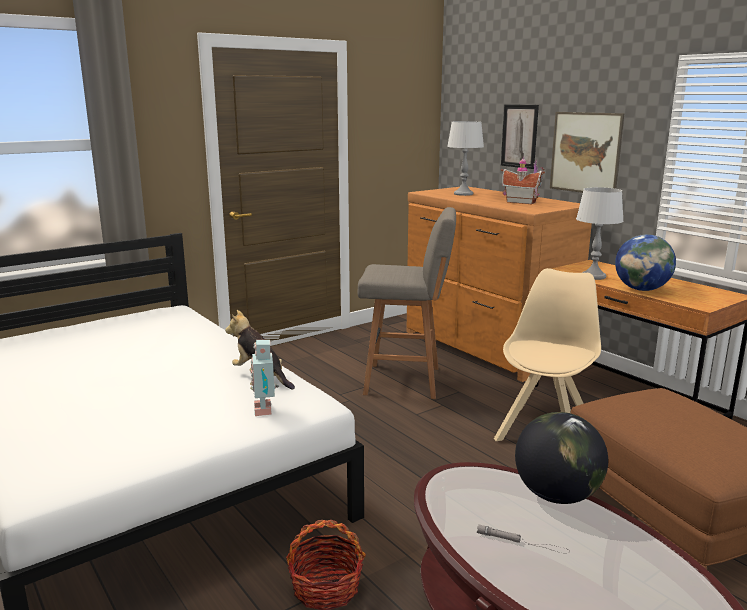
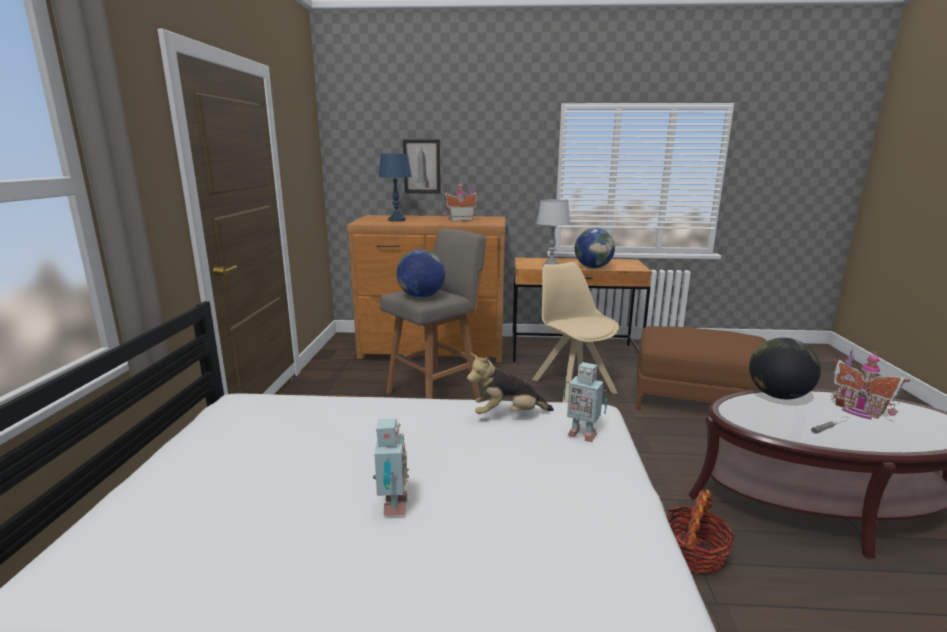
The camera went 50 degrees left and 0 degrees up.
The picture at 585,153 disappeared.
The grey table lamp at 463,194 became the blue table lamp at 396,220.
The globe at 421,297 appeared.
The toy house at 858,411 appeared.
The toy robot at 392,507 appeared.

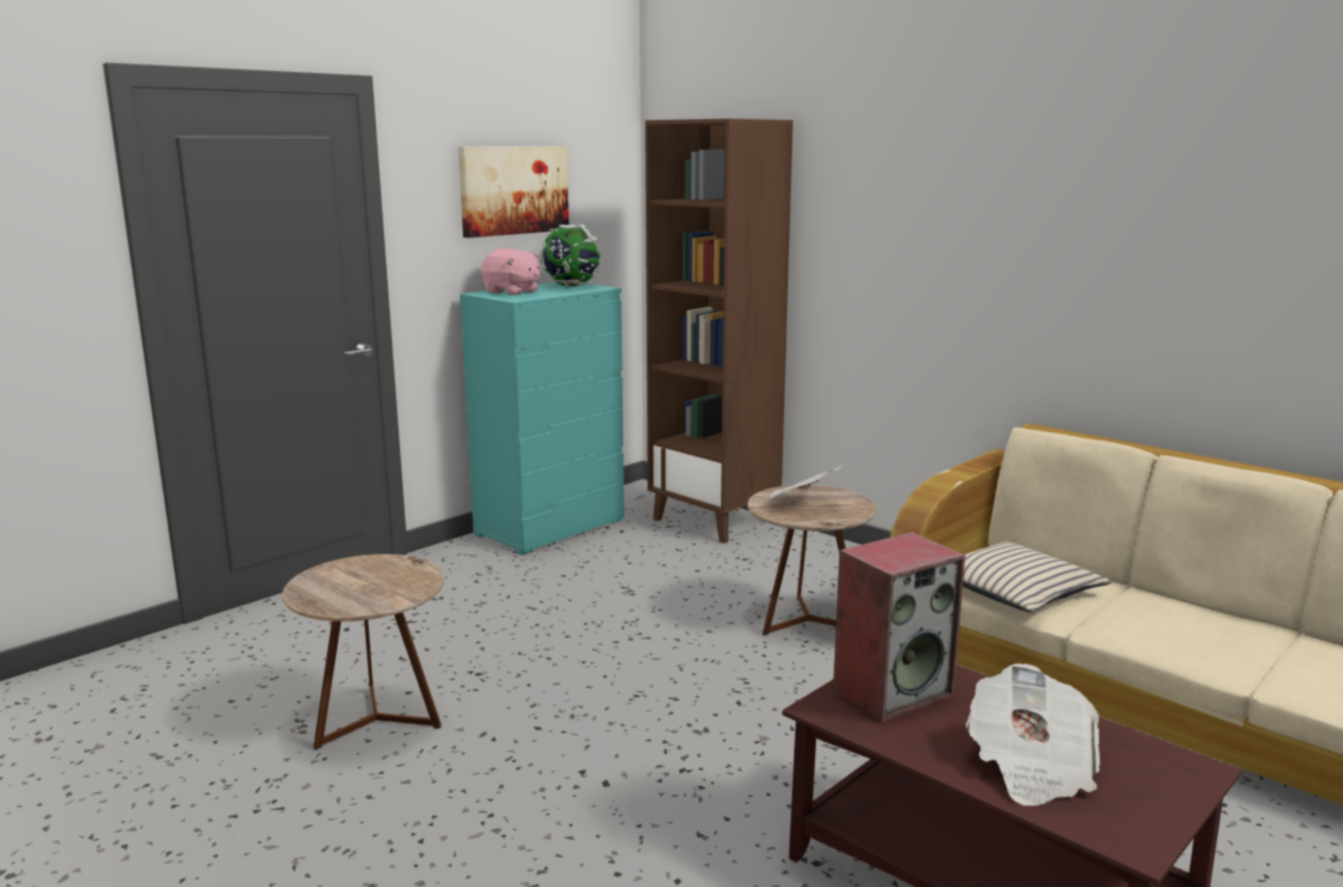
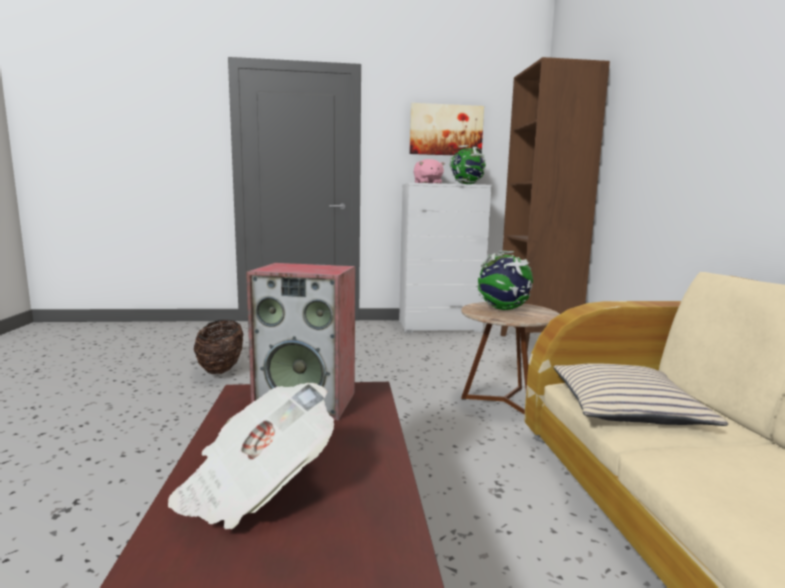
The camera went 40 degrees right and 5 degrees down.
The turquoise dresser at 551,528 became the white dresser at 439,326.
The newspaper at 801,503 was replaced by the globe at 503,309.
The brown side table at 376,721 was replaced by the basket at 221,369.

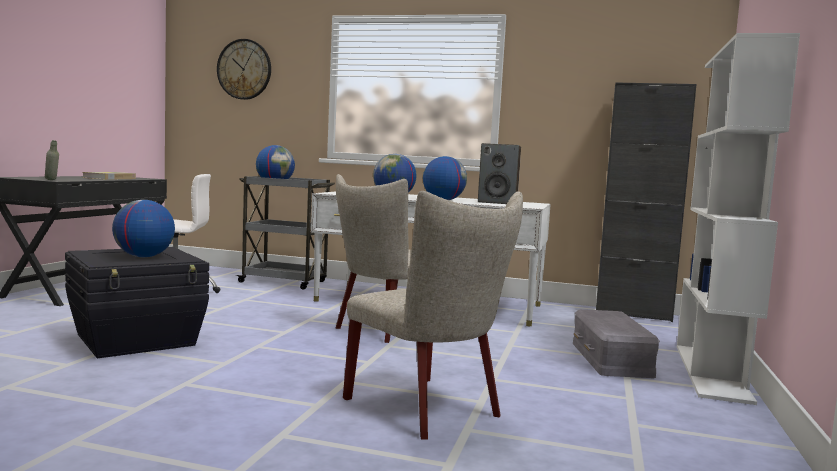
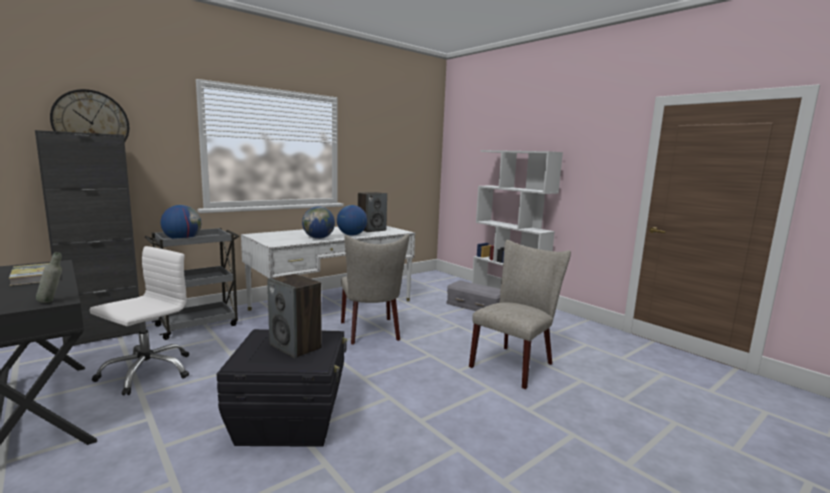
The camera went 55 degrees left and 5 degrees up.
The black cabinet moved from 632,314 to 103,335.
The beige chair at 429,409 turned 45 degrees counterclockwise.
The globe at 143,257 was replaced by the speaker at 296,346.

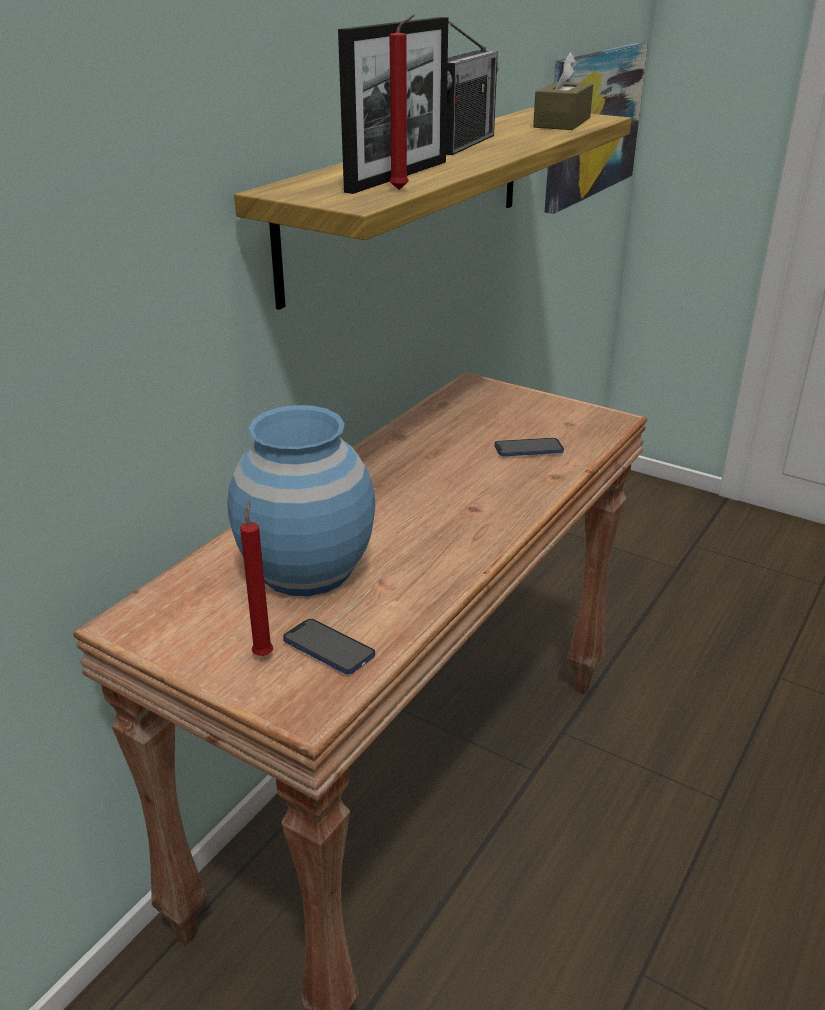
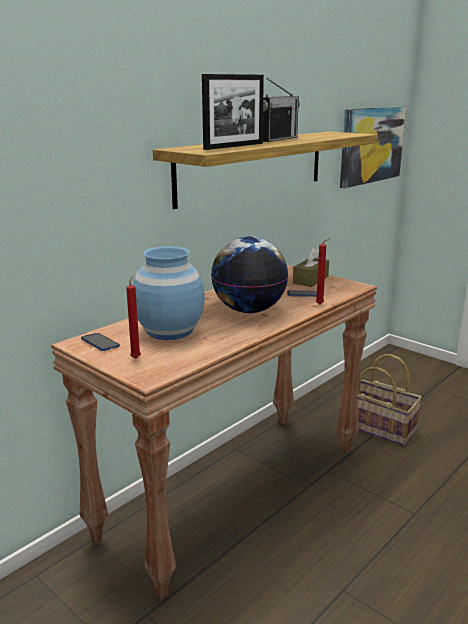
The camera went 10 degrees right and 10 degrees down.
The red candle moved from 402,189 to 321,304.
The brown tissue box moved from 562,123 to 310,280.
The phone moved from 328,648 to 100,343.
The globe at 249,310 appeared.
The basket at 380,428 appeared.

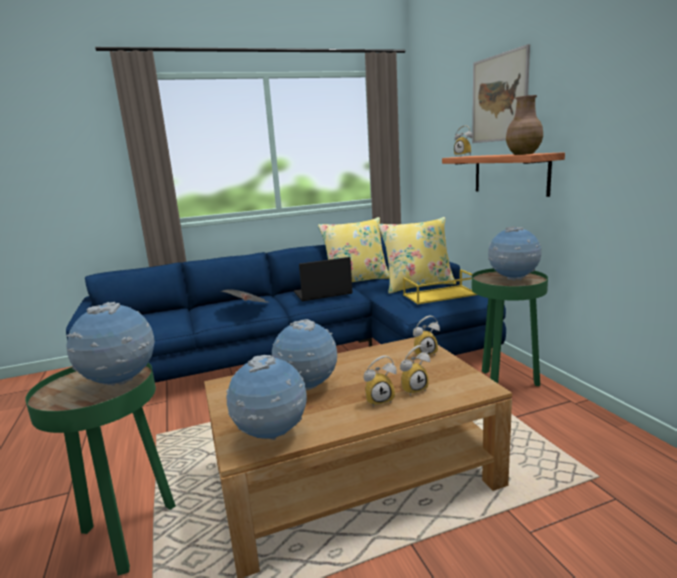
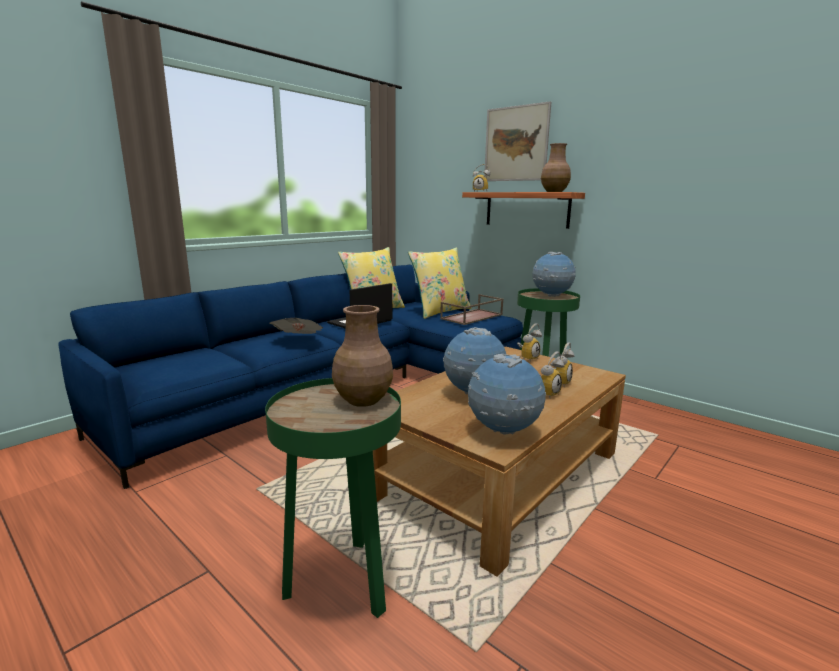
The camera went 30 degrees left and 0 degrees up.
The yellow tray at 440,295 became the brown tray at 472,317.
The globe at 120,383 was replaced by the brown vase at 363,400.

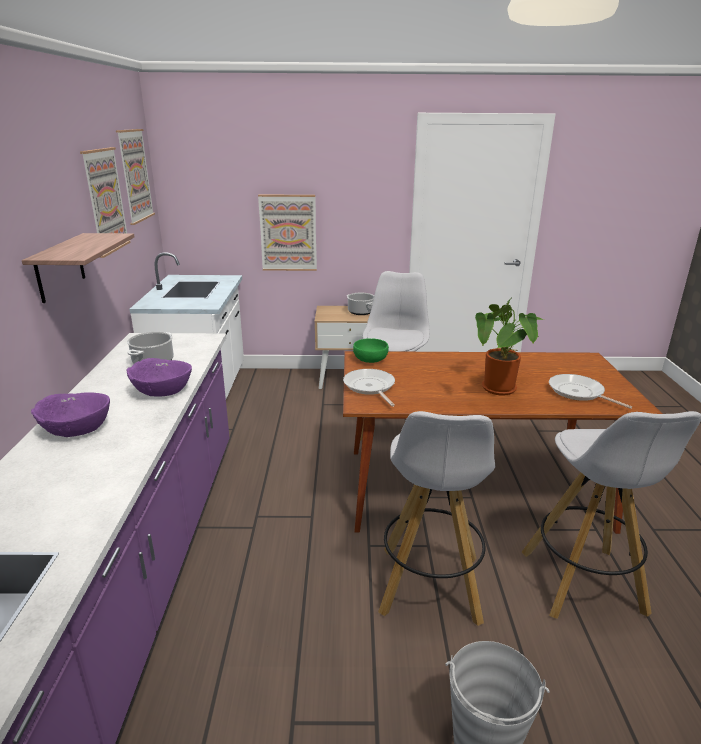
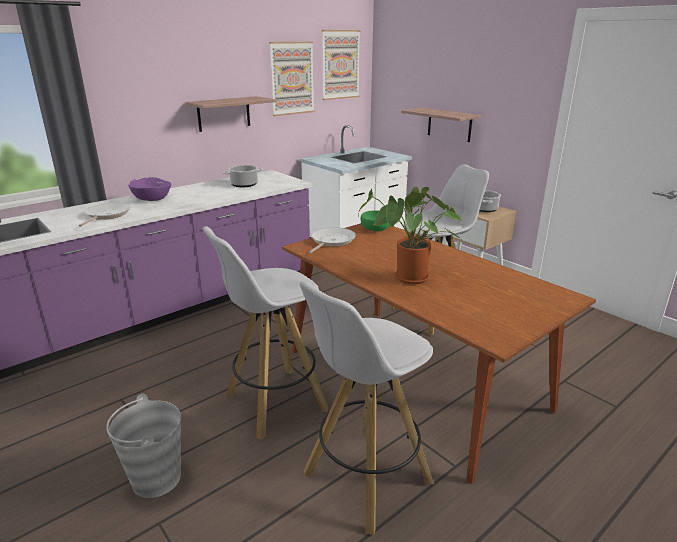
The camera went 50 degrees right and 0 degrees up.
The picture at 288,233 was replaced by the shelf at 449,124.
The purple bowl at 162,390 disappeared.
The frying pan moved from 578,393 to 106,215.

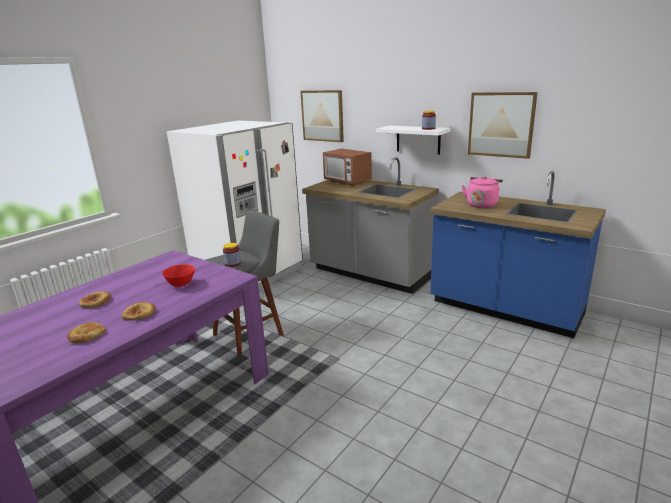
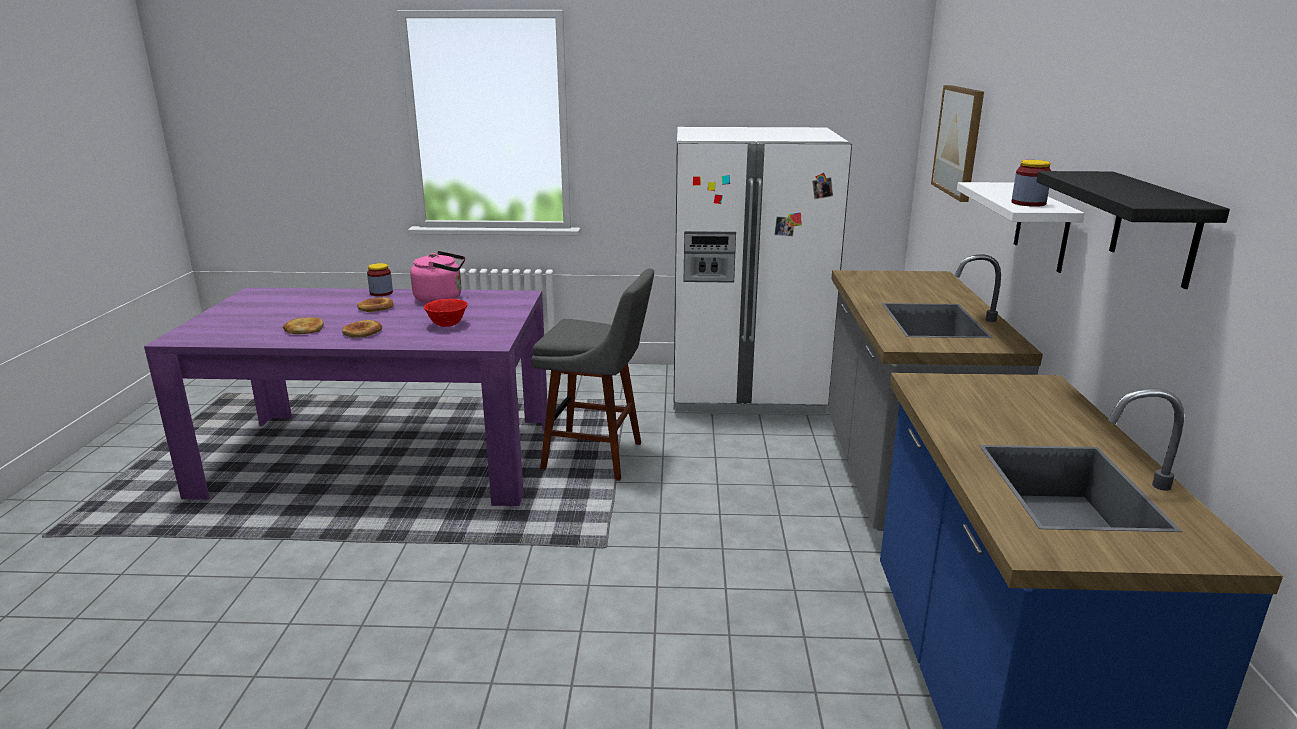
The camera went 55 degrees right and 0 degrees up.
The picture at 501,124 was replaced by the black shelf at 1155,228.
The microwave at 347,181 disappeared.
The pink kettle moved from 482,204 to 442,298.
The jar moved from 233,263 to 381,293.

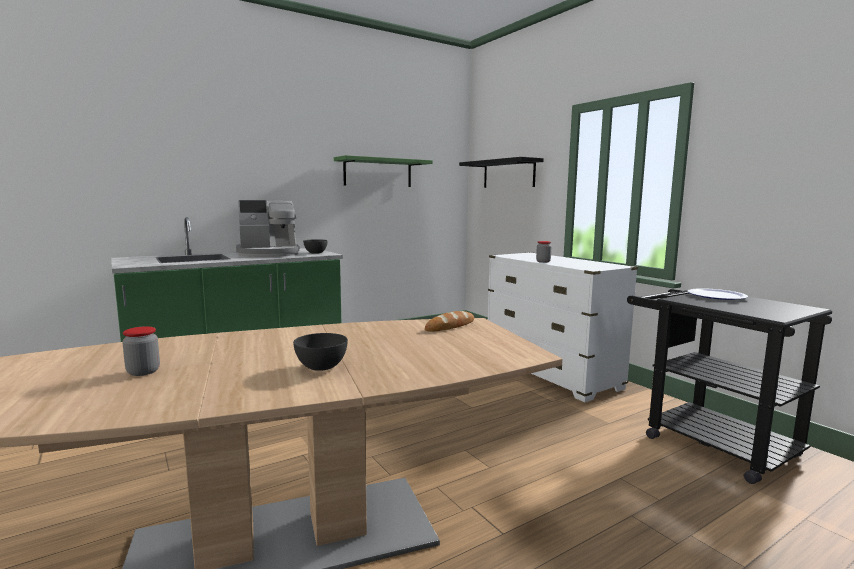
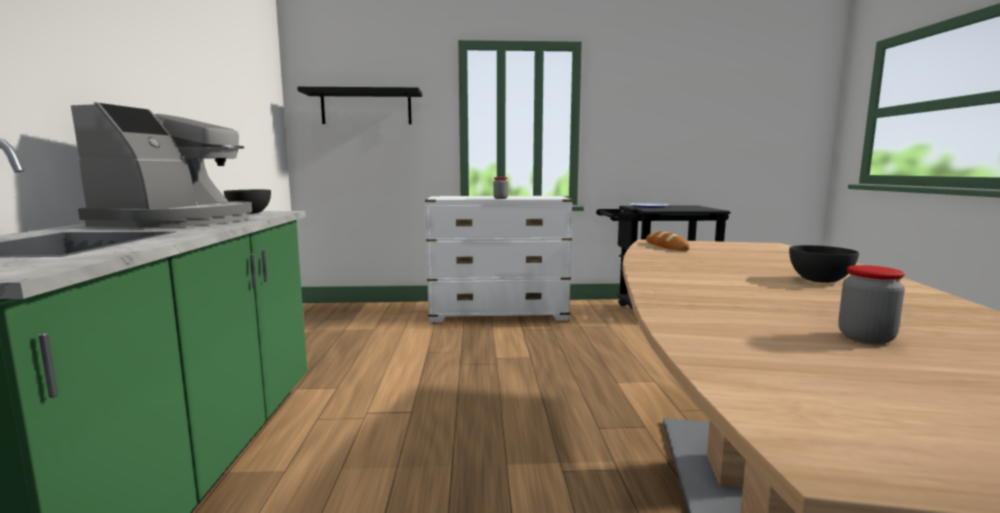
The camera went 60 degrees left and 0 degrees up.
The green shelf at 378,173 disappeared.

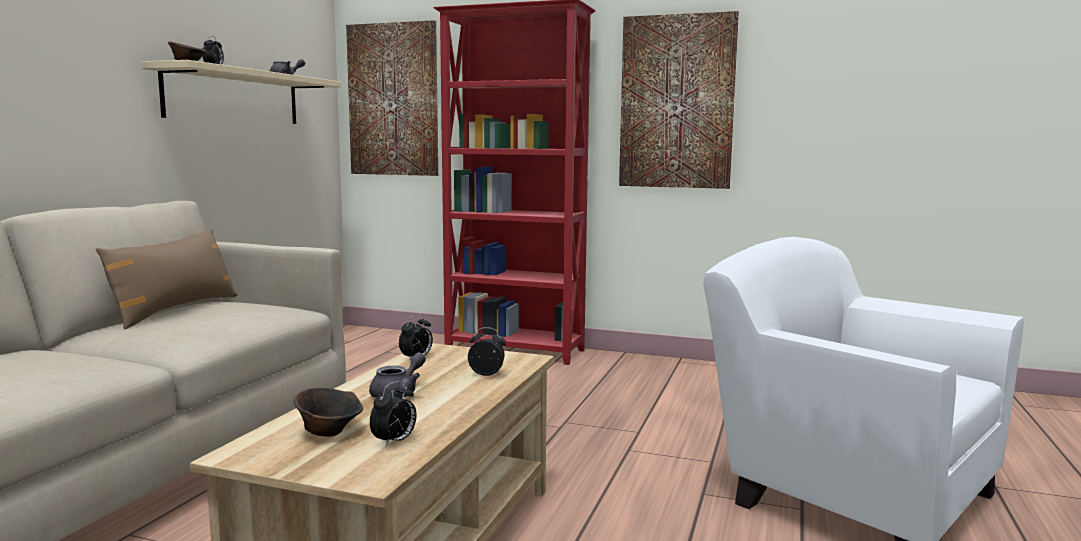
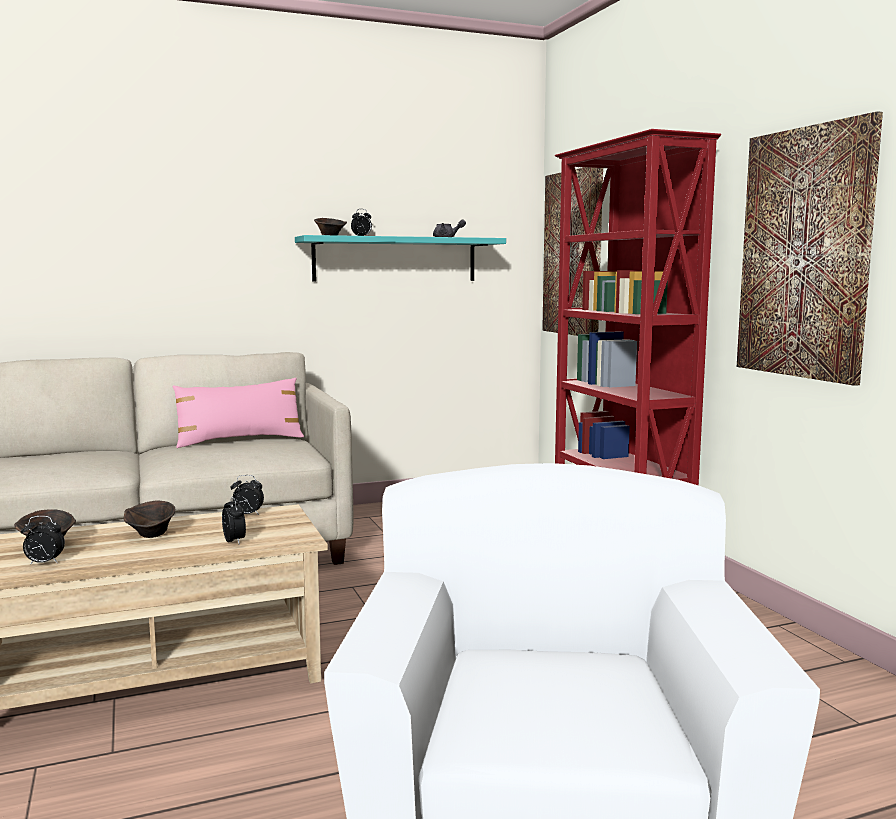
The camera went 50 degrees right and 0 degrees up.
The beige shelf at 234,97 became the turquoise shelf at 395,259.
The brown pillow at 175,310 became the pink pillow at 240,440.
The grey teapot at 398,393 was replaced by the brown bowl at 152,535.

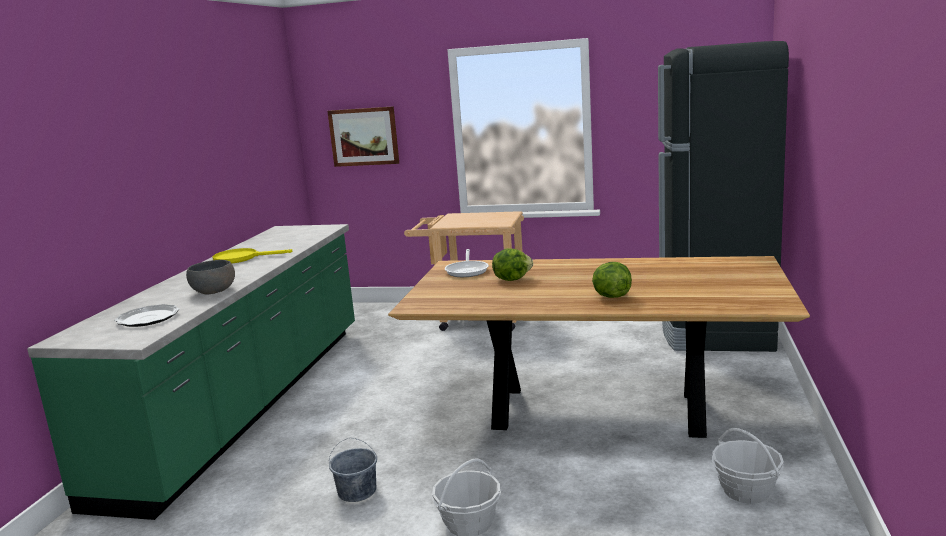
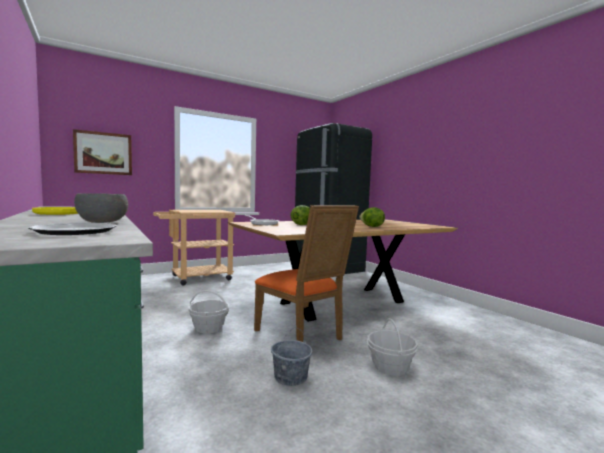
The camera went 45 degrees left and 10 degrees down.
The basket moved from 746,491 to 209,328.
The orange chair at 302,335 appeared.

